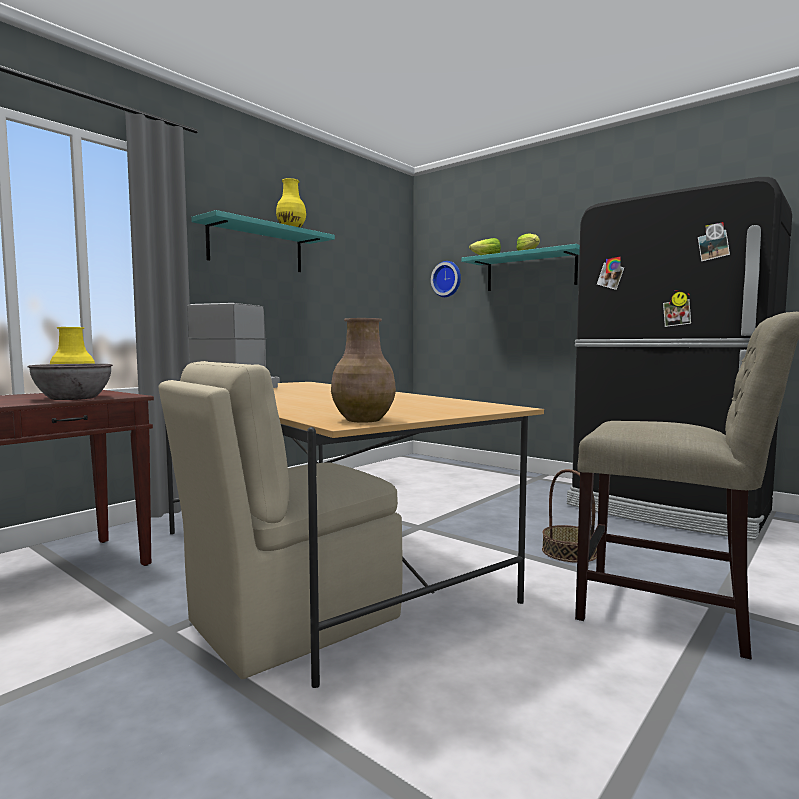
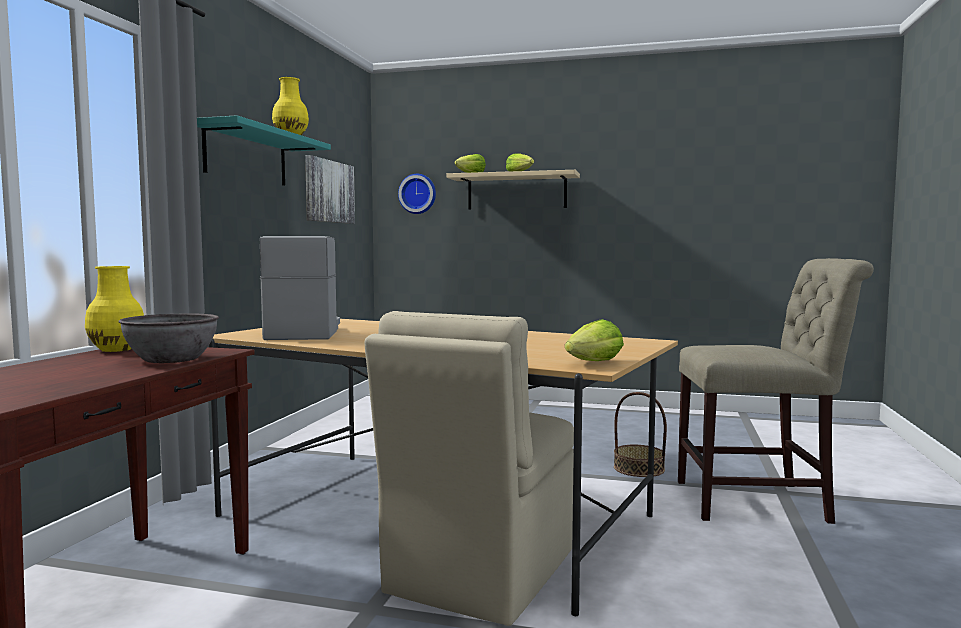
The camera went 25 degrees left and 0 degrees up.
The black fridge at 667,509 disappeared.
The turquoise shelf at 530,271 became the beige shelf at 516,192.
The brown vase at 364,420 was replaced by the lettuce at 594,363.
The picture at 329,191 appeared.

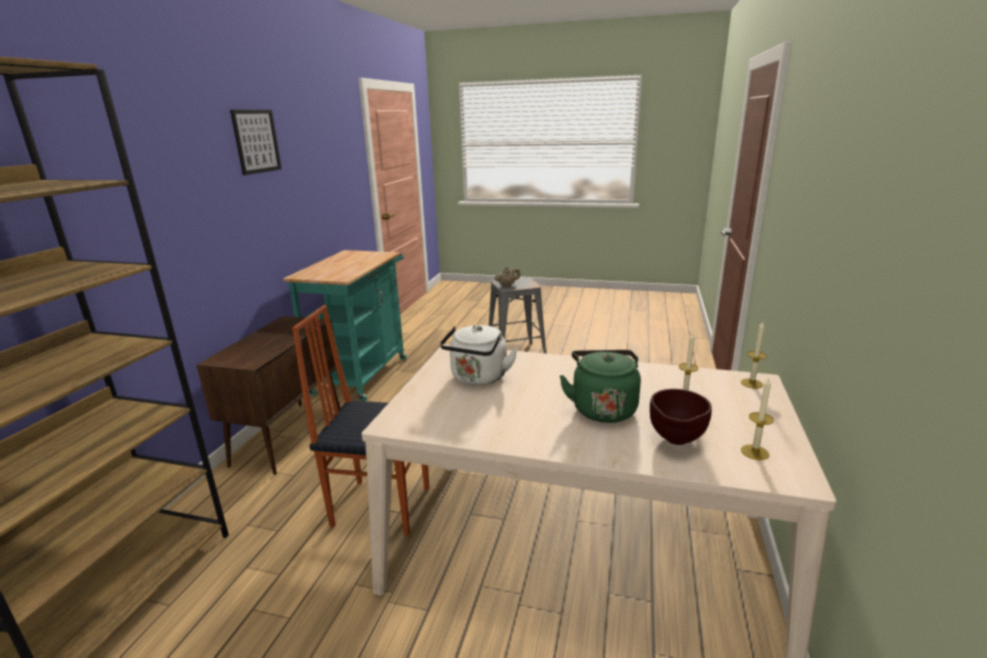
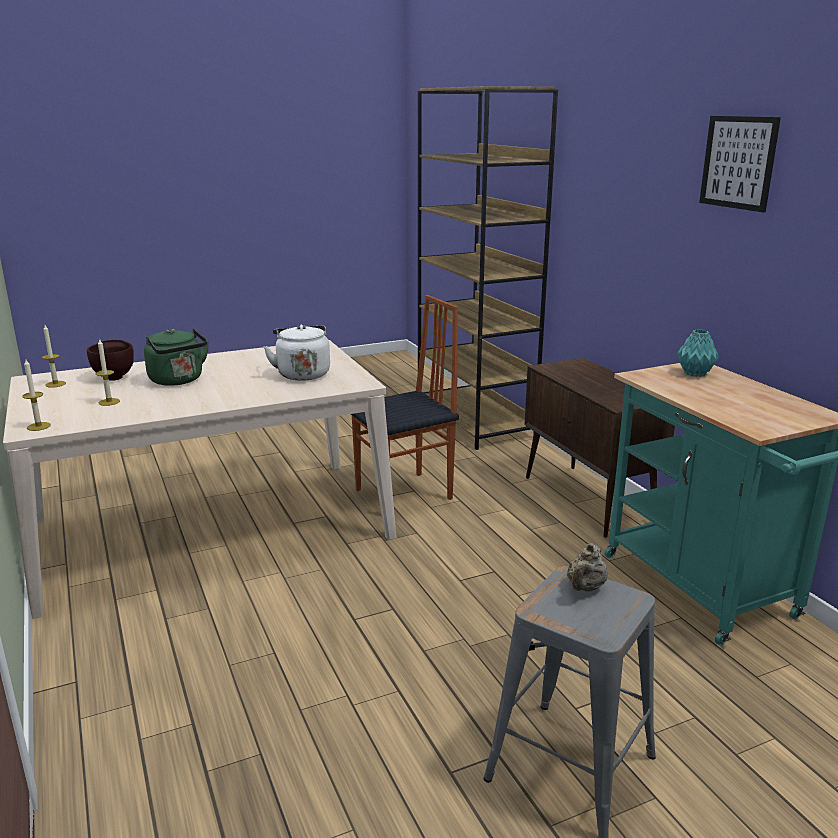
The camera went 140 degrees right and 0 degrees up.
The turquoise vase at 694,373 appeared.

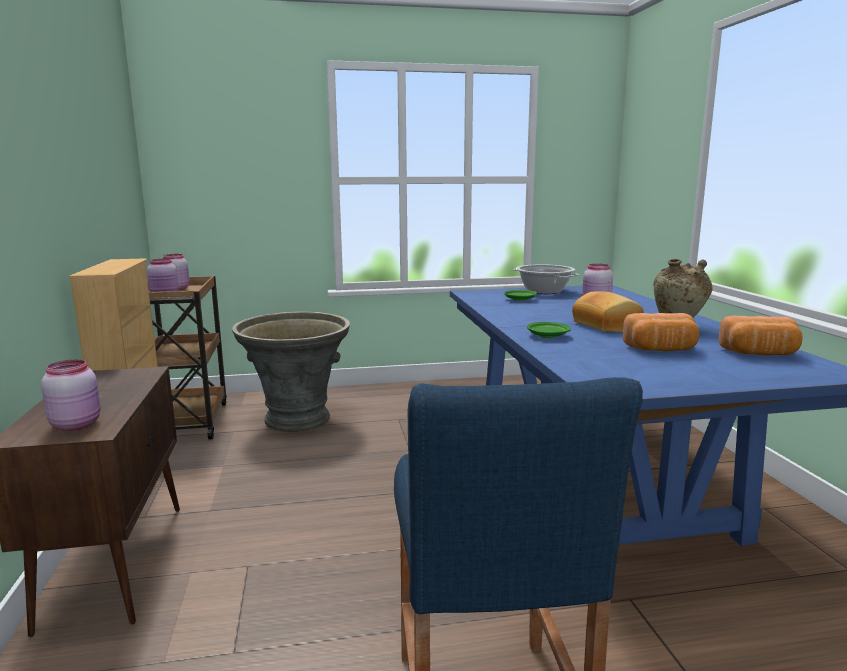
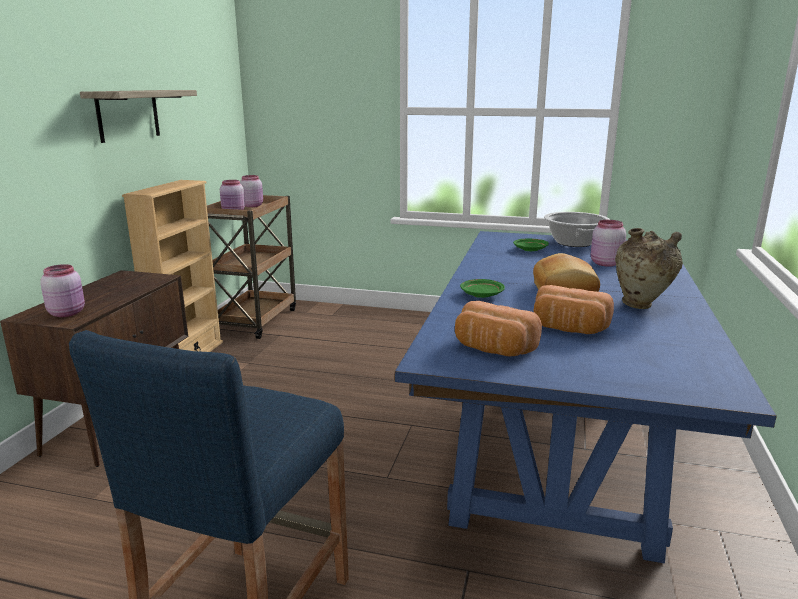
The camera went 25 degrees right and 5 degrees up.
The grey planter at 297,420 disappeared.
The bread moved from 759,354 to 493,349.
The shelf at 128,115 appeared.

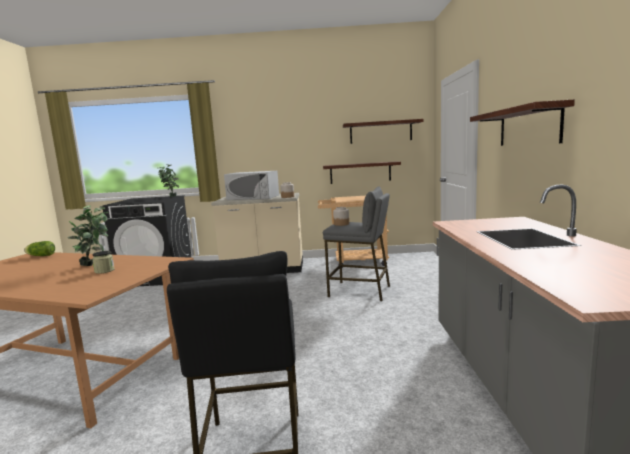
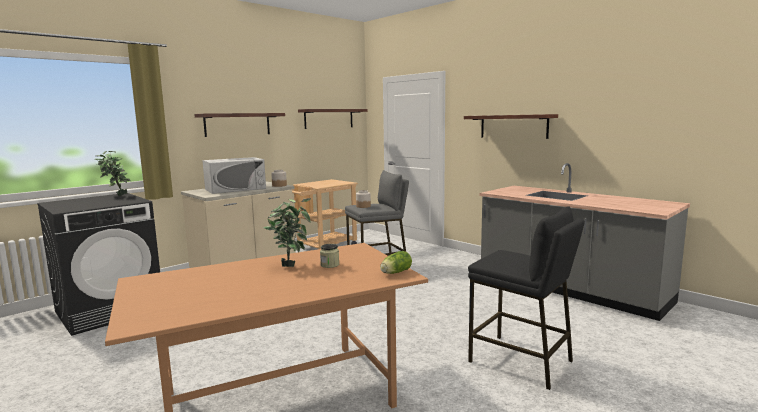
The camera went 45 degrees left and 0 degrees up.
The shelf moved from 360,172 to 237,124.
The lettuce moved from 40,256 to 394,273.

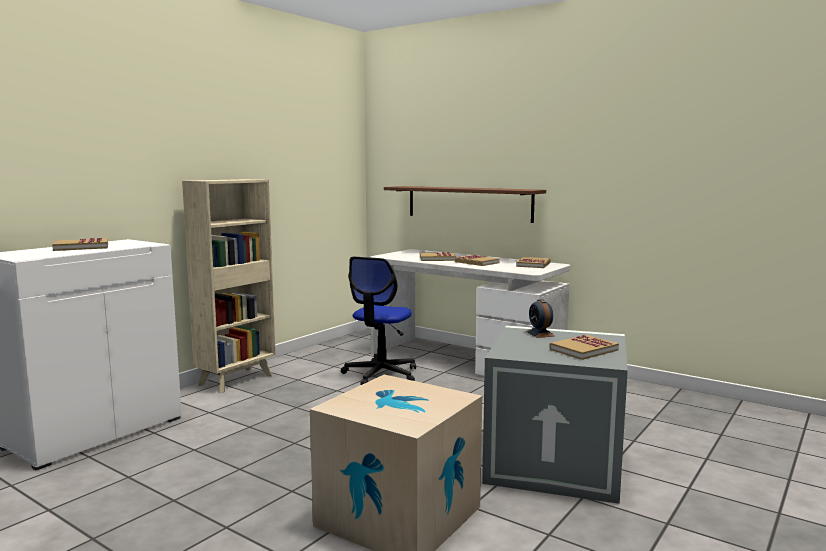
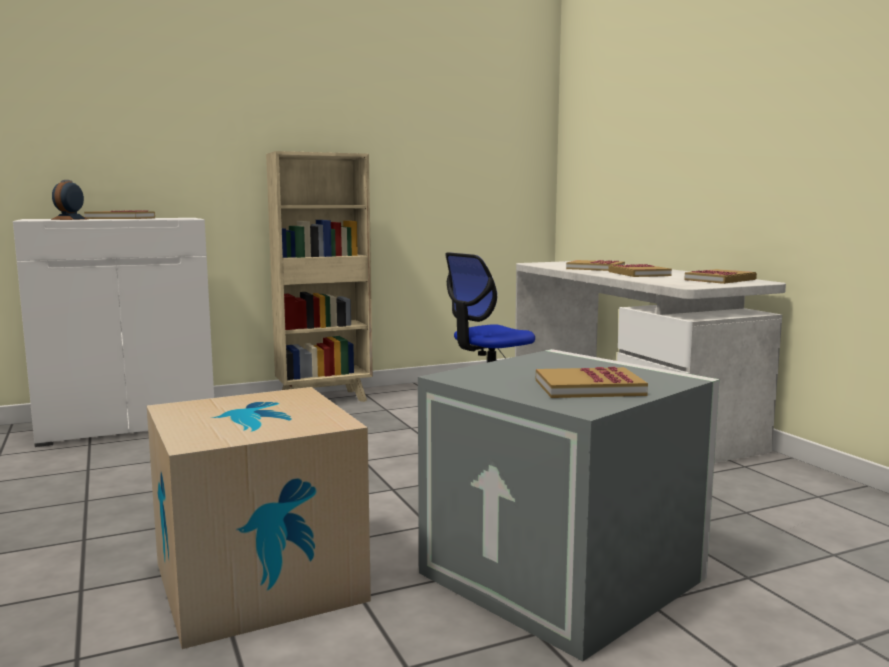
The camera went 30 degrees right and 0 degrees up.
The brown shelf at 468,203 disappeared.
The alarm clock moved from 540,334 to 69,219.

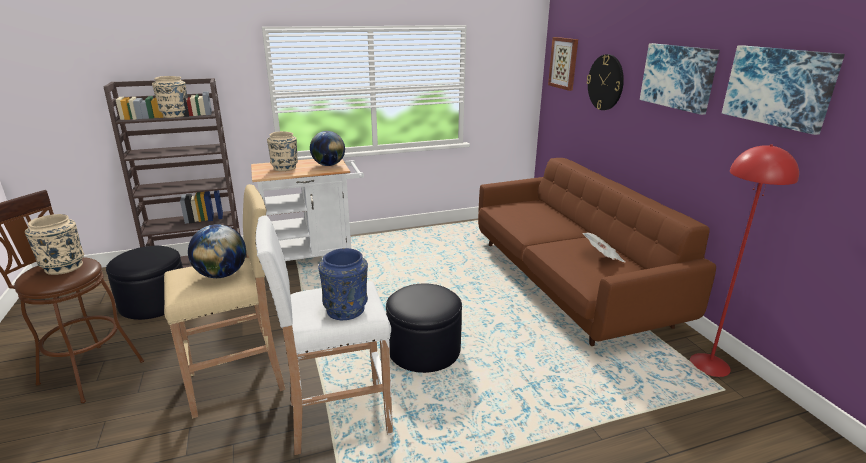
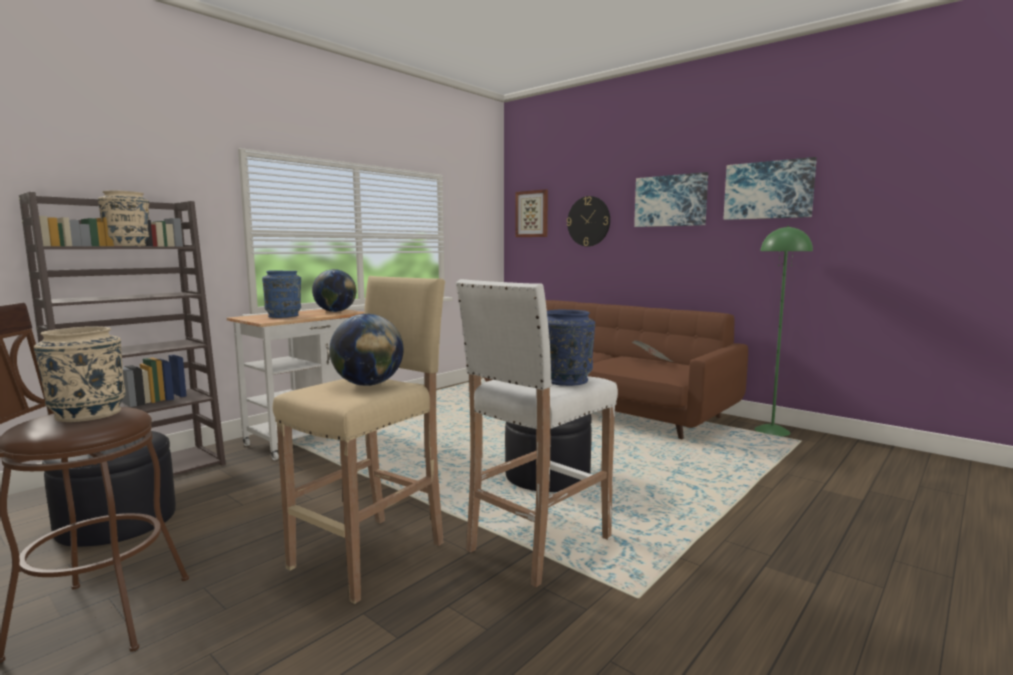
The camera went 30 degrees left and 15 degrees down.
The beige vase at 285,168 became the blue vase at 284,316.
The red floor lamp at 710,364 became the green floor lamp at 772,430.

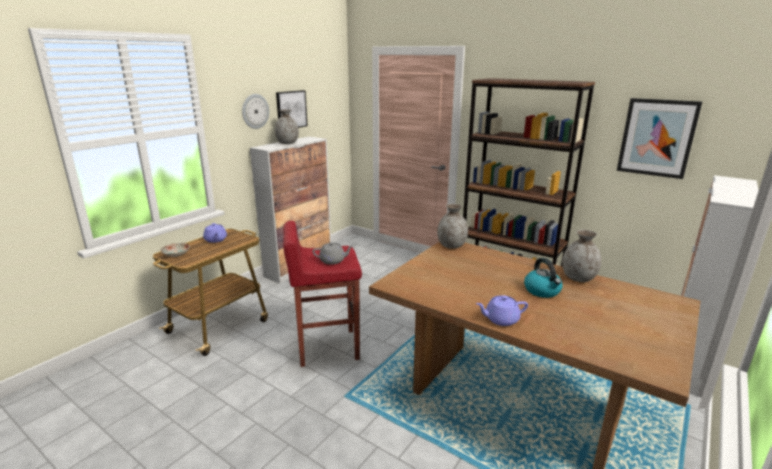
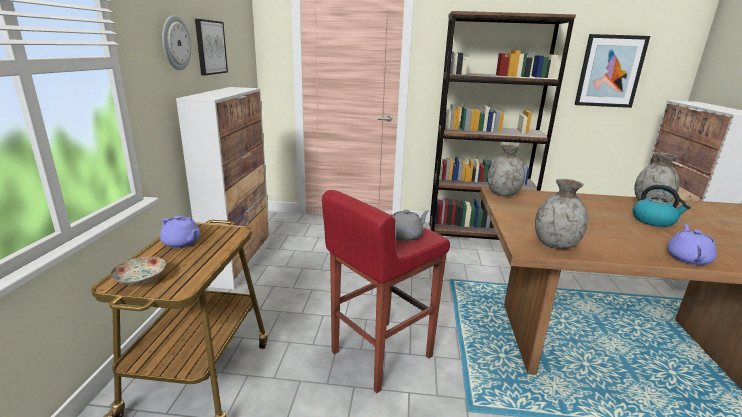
The camera went 30 degrees left and 0 degrees up.
The grey vase moved from 287,143 to 555,244.
The purple teapot at 500,319 turned 150 degrees clockwise.

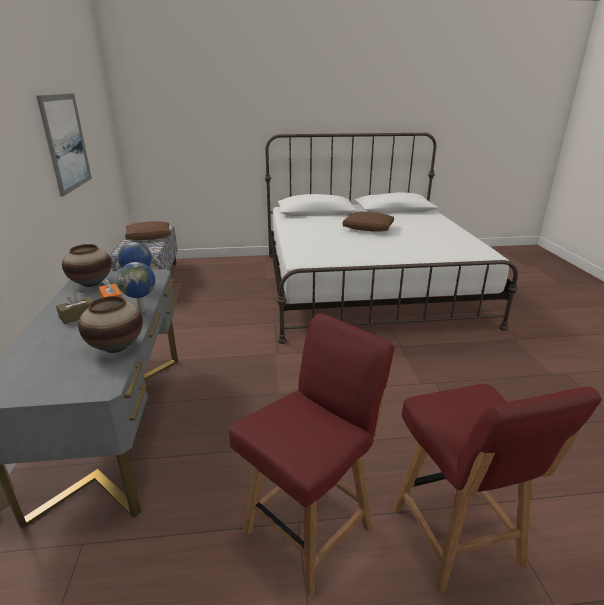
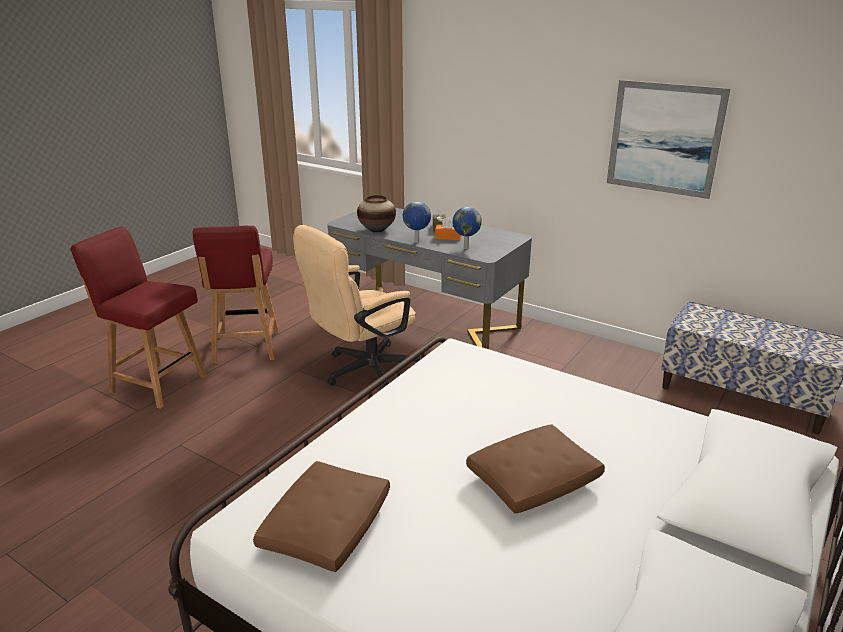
The camera went 130 degrees right and 0 degrees up.
The brown pillow moved from 149,237 to 326,528.
The vase at 91,283 disappeared.
The beige office chair at 363,371 appeared.

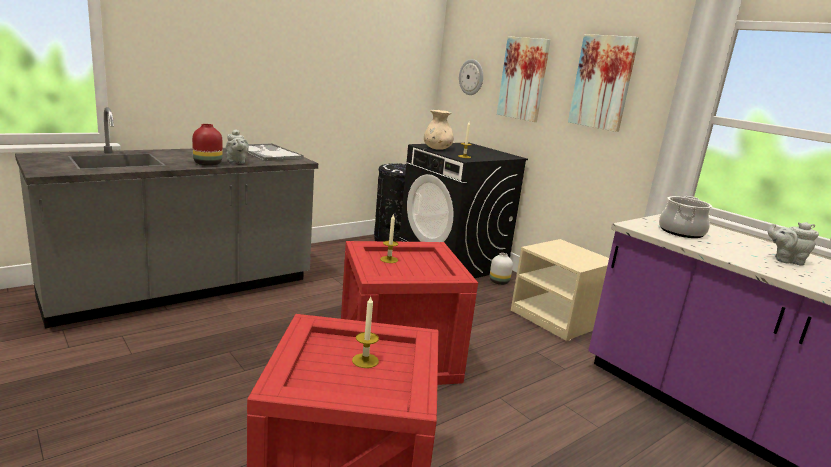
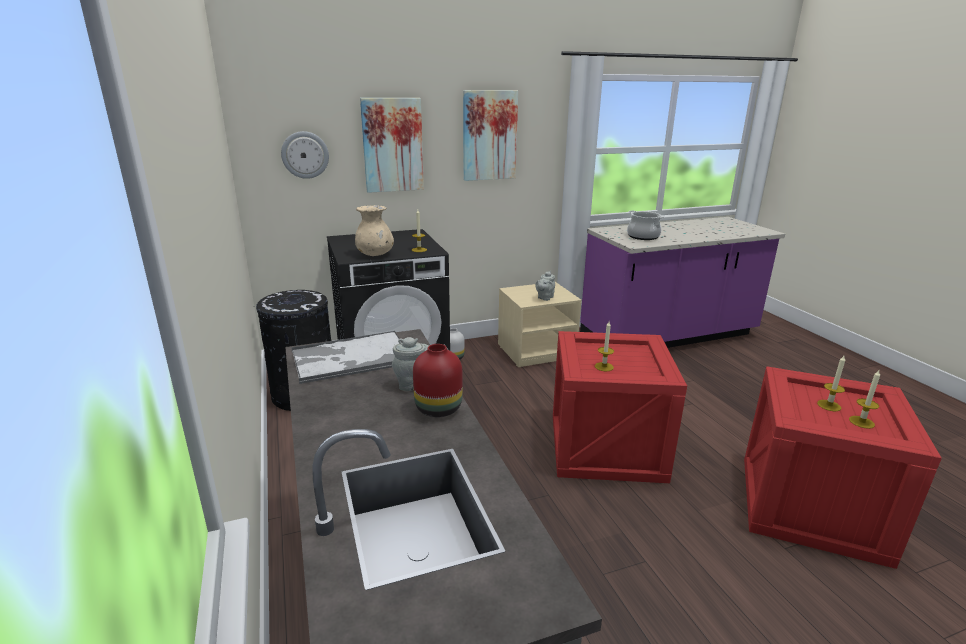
The camera went 70 degrees left and 5 degrees up.
The grey teapot moved from 786,260 to 544,298.
The candle at 861,422 appeared.

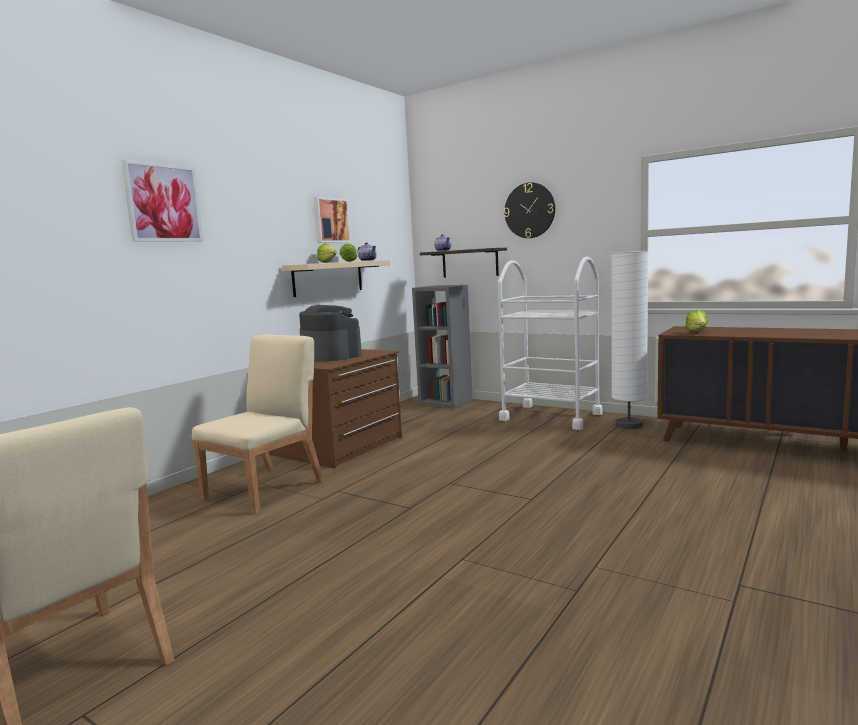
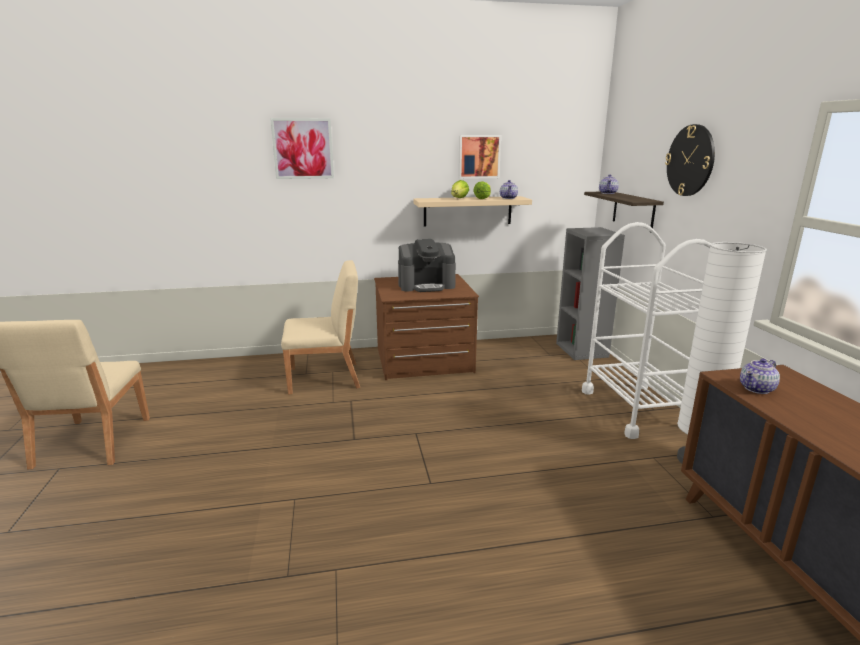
The camera went 45 degrees right and 10 degrees up.
The coffee machine at 331,356 turned 75 degrees clockwise.
The lettuce at 697,332 was replaced by the teapot at 757,389.

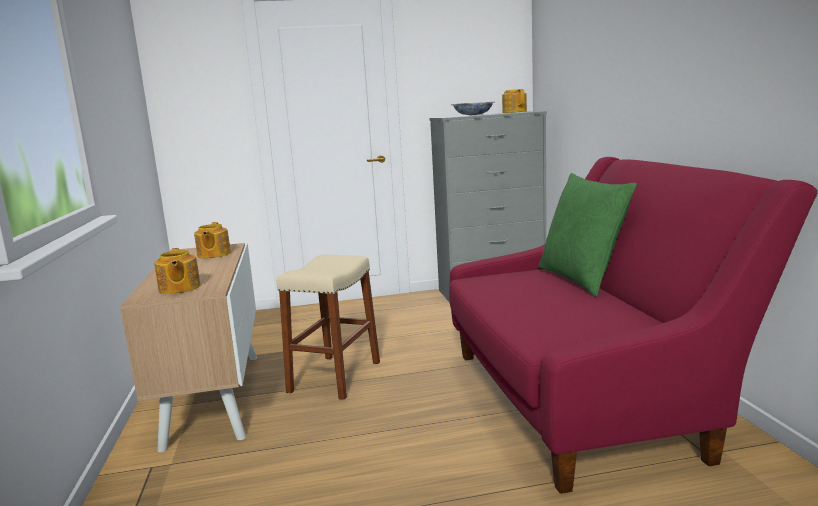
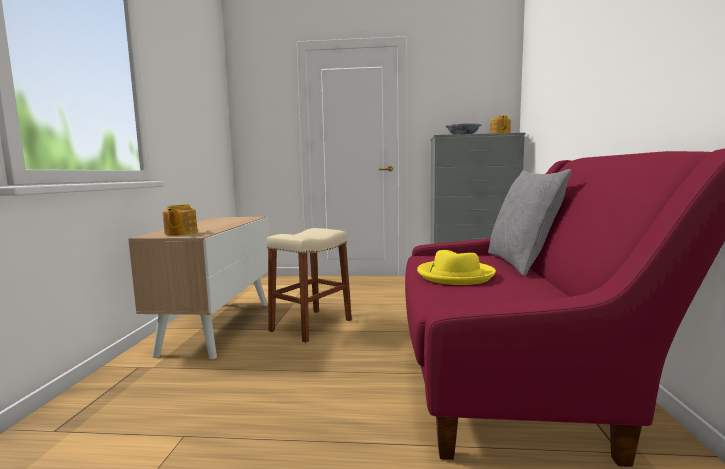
The camera went 15 degrees right and 5 degrees down.
The green pillow at 582,279 became the grey pillow at 521,263.
The teapot at 213,254 disappeared.
The yellow hat at 455,275 appeared.

